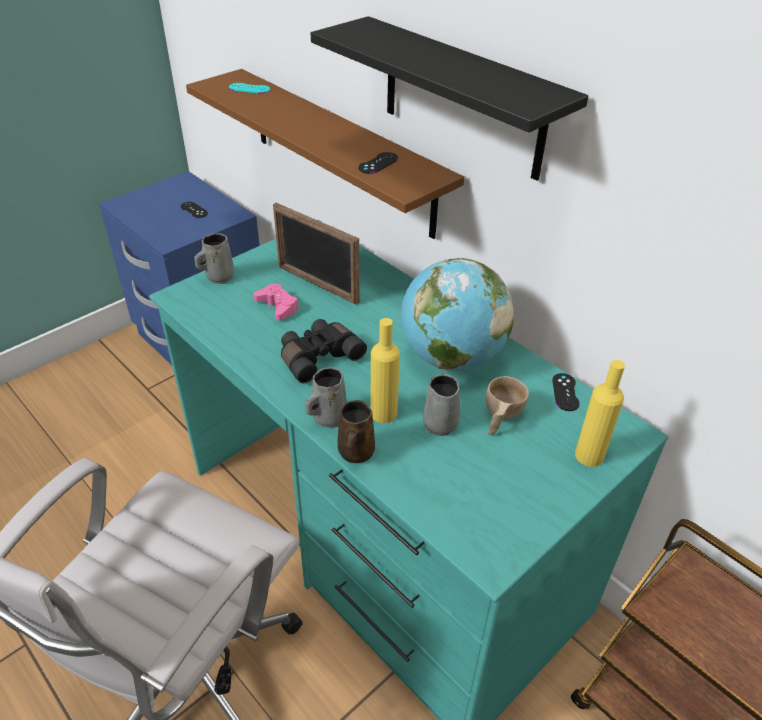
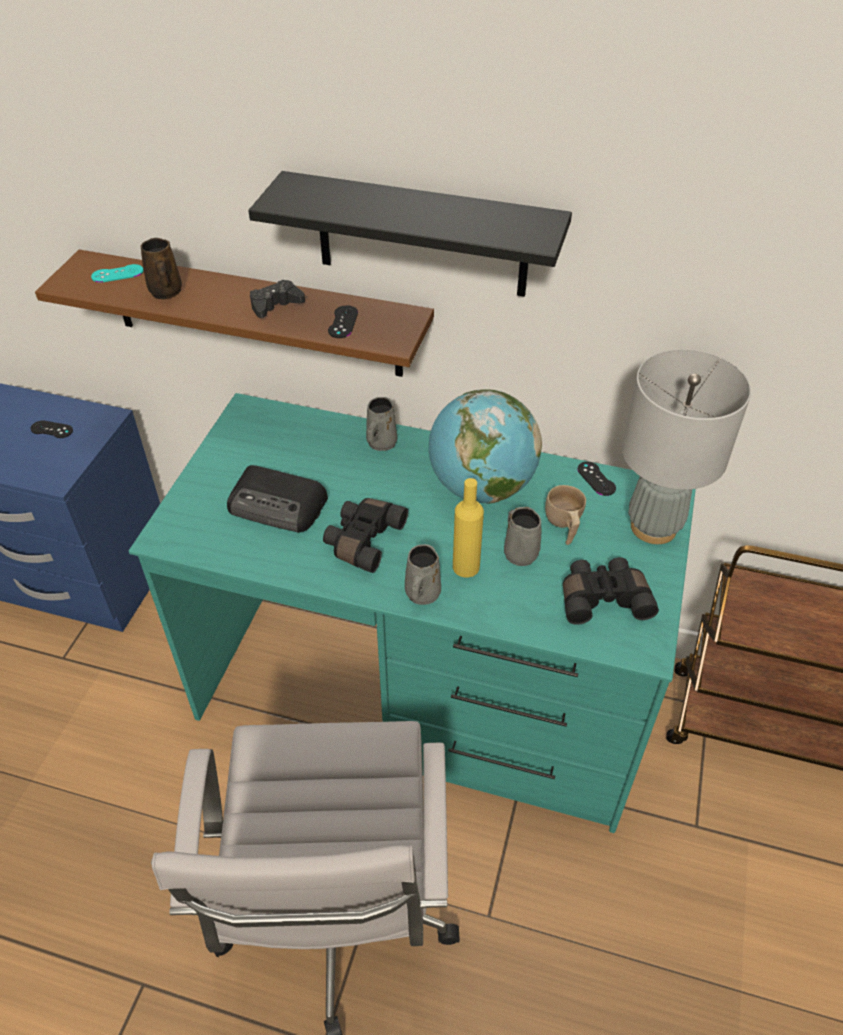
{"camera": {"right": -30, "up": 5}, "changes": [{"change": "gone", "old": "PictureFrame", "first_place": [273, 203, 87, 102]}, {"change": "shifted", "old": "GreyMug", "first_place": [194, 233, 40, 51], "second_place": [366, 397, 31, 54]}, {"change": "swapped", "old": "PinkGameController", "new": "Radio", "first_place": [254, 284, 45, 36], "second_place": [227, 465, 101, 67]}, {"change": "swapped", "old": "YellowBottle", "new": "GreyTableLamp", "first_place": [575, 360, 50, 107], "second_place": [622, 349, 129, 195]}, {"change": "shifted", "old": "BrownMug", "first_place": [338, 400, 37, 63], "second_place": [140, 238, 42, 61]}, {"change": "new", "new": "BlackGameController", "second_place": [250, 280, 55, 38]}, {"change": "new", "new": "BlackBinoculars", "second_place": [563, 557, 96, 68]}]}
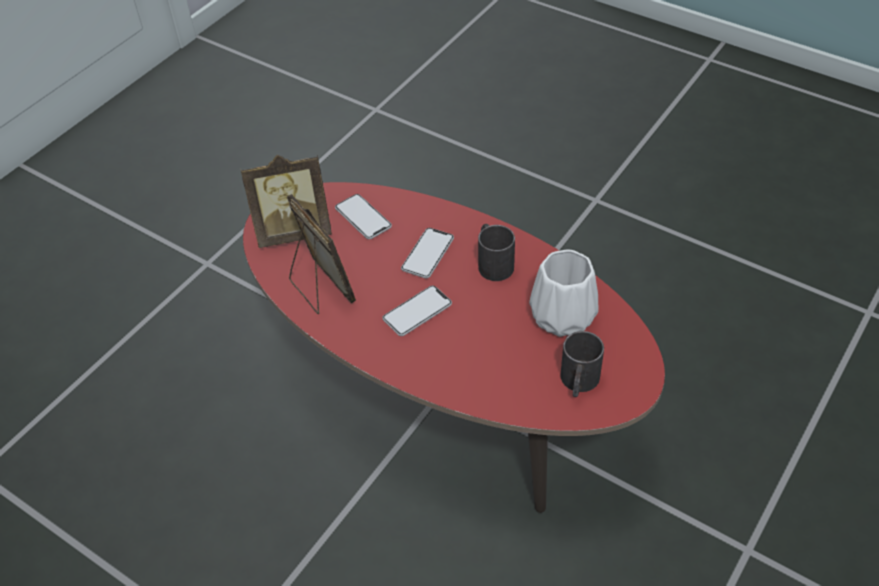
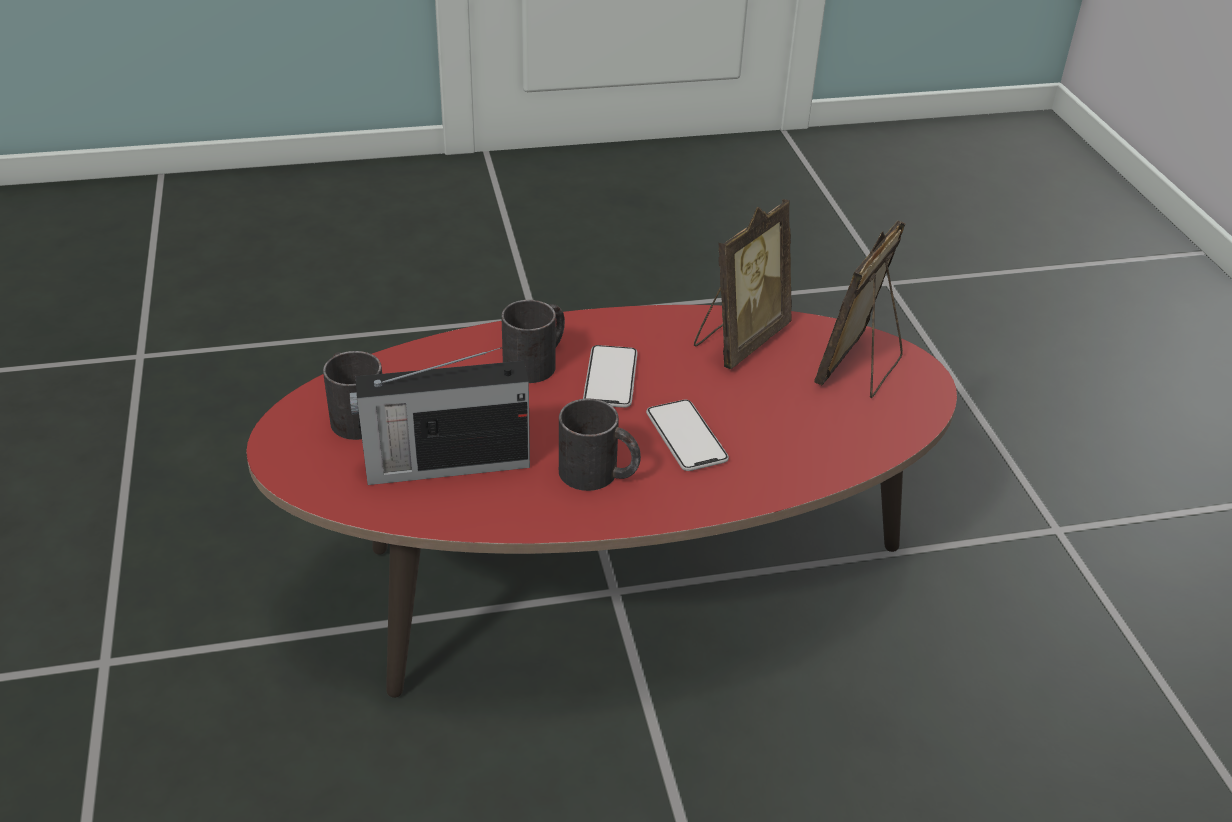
{"camera": {"right": 130, "up": -10}, "changes": [{"change": "rotated", "old": "PictureFrame", "first_place": [287, 194, 69, 120], "second_place": [694, 199, 98, 170], "degrees": -60}, {"change": "gone", "old": "Phone", "first_place": [335, 194, 57, 45]}, {"change": "swapped", "old": "WhiteVase", "new": "Radio", "first_place": [529, 250, 69, 87], "second_place": [350, 347, 180, 138]}, {"change": "new", "new": "BlackMug", "second_place": [501, 300, 64, 83]}]}
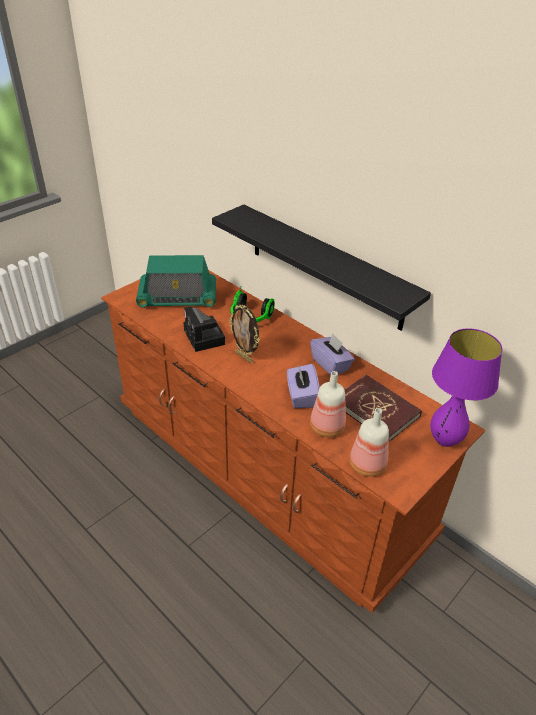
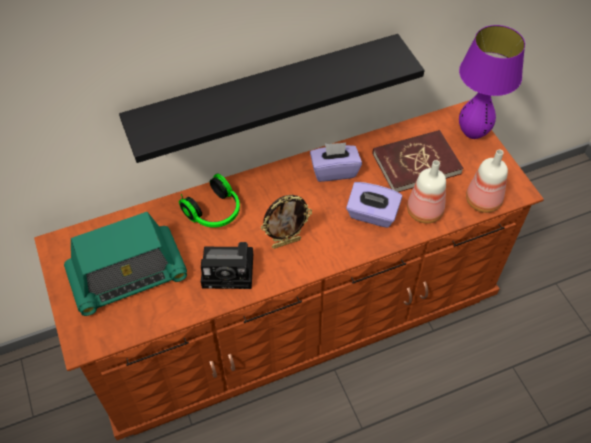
{"camera": {"right": -65, "up": 15}, "changes": [{"change": "rotated", "old": "Radio", "first_place": [136, 255, 80, 53], "second_place": [64, 212, 123, 104], "degrees": 45}]}
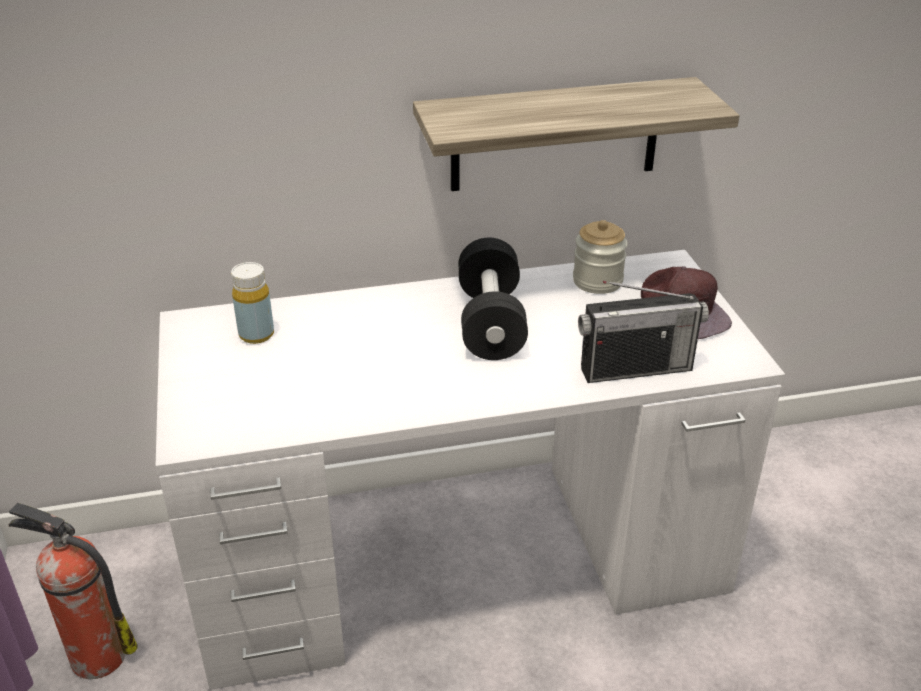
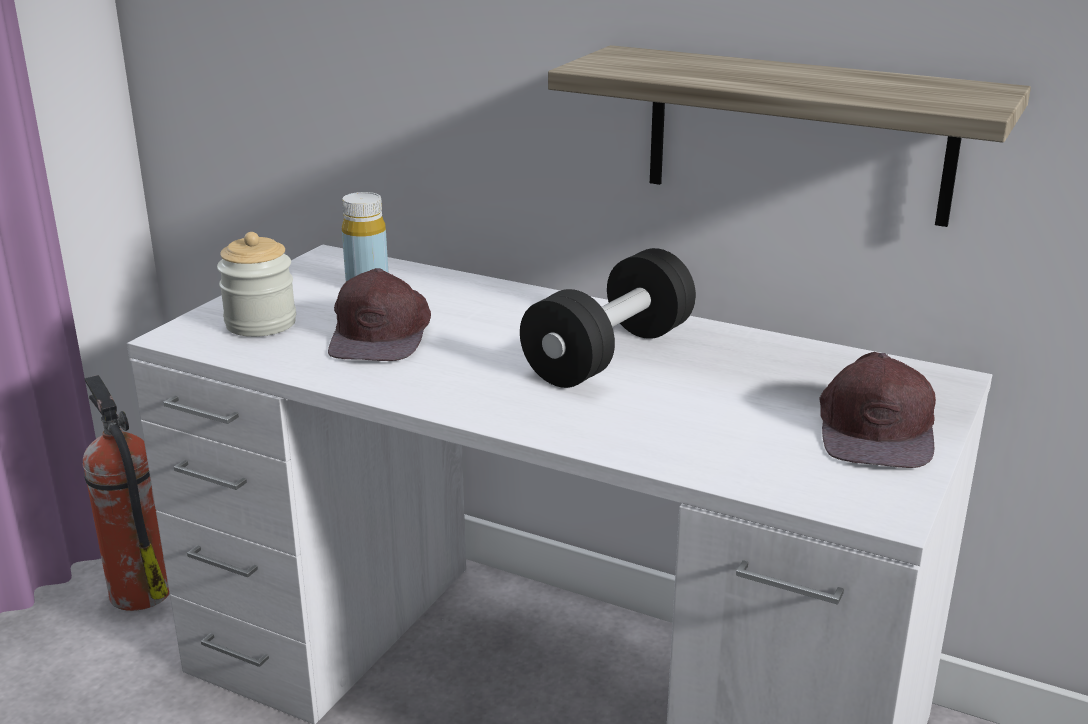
{"camera": {"right": 40, "up": -10}, "changes": [{"change": "shifted", "old": "Jar", "first_place": [573, 220, 55, 74], "second_place": [217, 232, 79, 105]}, {"change": "gone", "old": "Radio", "first_place": [578, 281, 131, 102]}, {"change": "new", "new": "BrownCap", "second_place": [328, 268, 103, 93]}]}
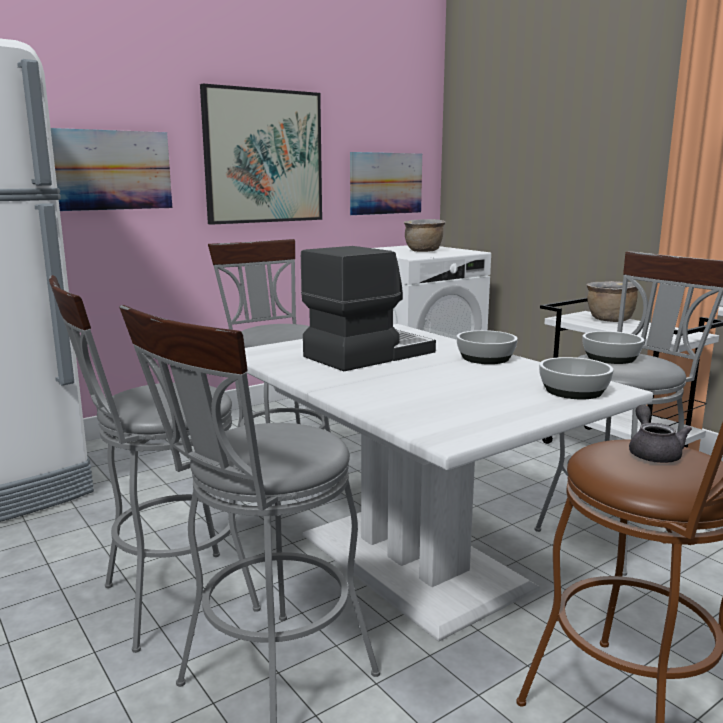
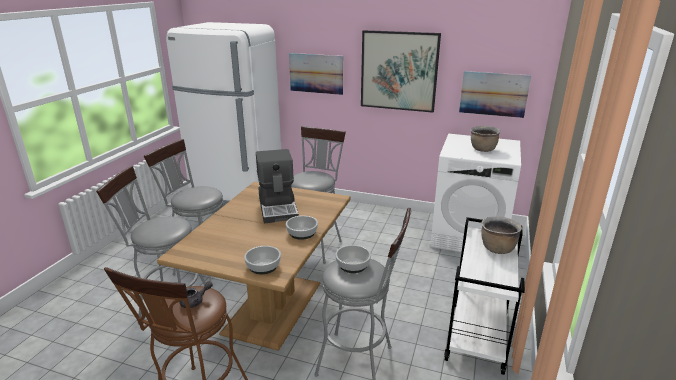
{"camera": {"right": 55, "up": 10}, "changes": [{"change": "rotated", "old": "CoffeeMachine", "first_place": [301, 246, 135, 125], "second_place": [256, 149, 43, 74], "degrees": 60}, {"change": "repainted", "old": "WhiteDiningTable", "new": "BrownDiningTable", "first_place": [245, 324, 408, 317], "second_place": [157, 182, 194, 169]}]}
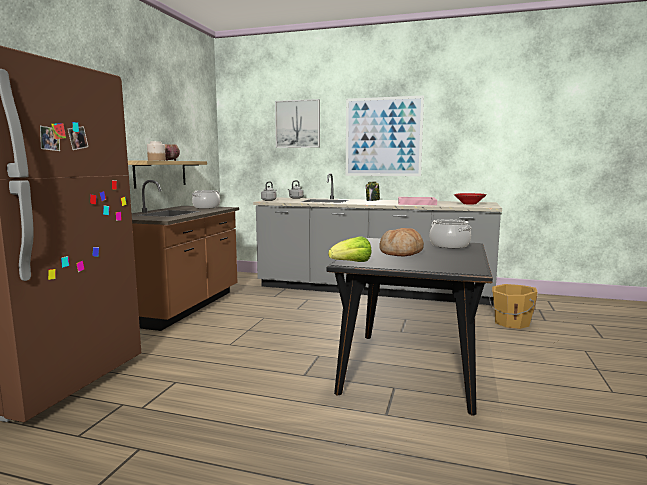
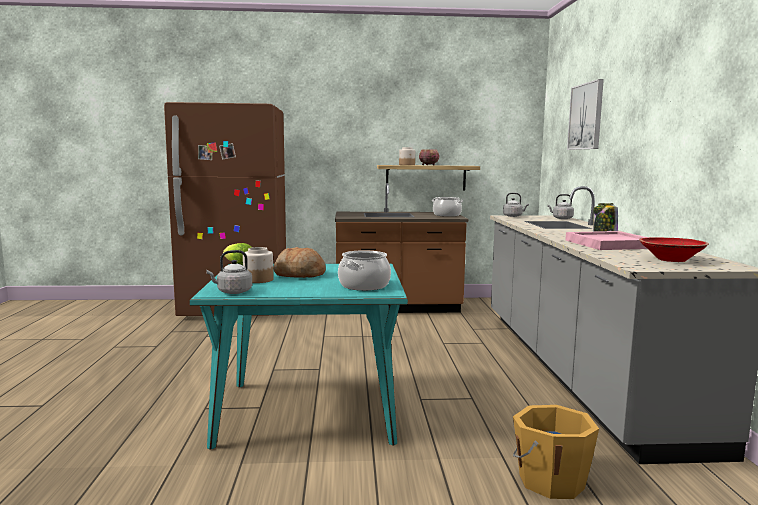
{"camera": {"right": 70, "up": 0}, "changes": [{"change": "gone", "old": "Picture", "first_place": [346, 95, 78, 81]}, {"change": "repainted", "old": "BlackDiningTable", "new": "TurquoiseDiningTable", "first_place": [327, 238, 166, 178], "second_place": [190, 264, 218, 186]}, {"change": "new", "new": "Jar", "second_place": [243, 247, 31, 36]}, {"change": "new", "new": "GreyKettle", "second_place": [206, 250, 46, 44]}]}
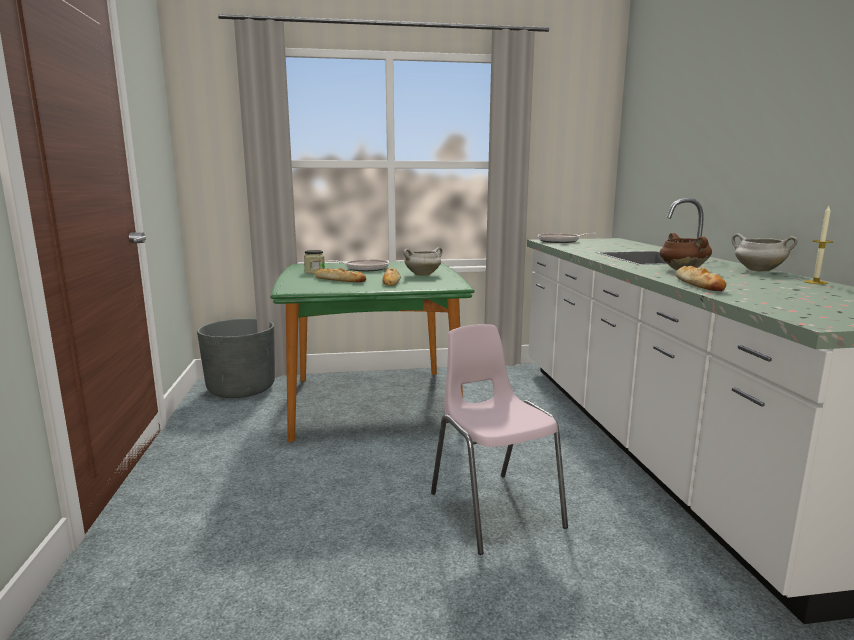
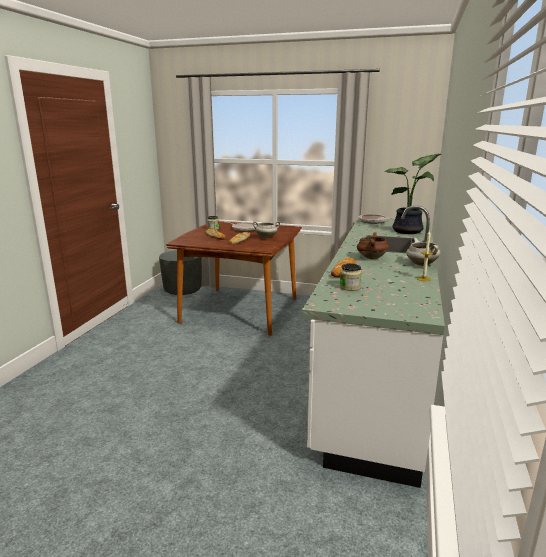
{"camera": {"right": 25, "up": 5}, "changes": [{"change": "repainted", "old": "GreenDiningTable", "new": "BrownDiningTable", "first_place": [270, 262, 205, 180], "second_place": [166, 221, 136, 115]}, {"change": "gone", "old": "PinkChair", "first_place": [431, 324, 137, 231]}, {"change": "new", "new": "PottedPlant", "second_place": [385, 153, 56, 81]}, {"change": "new", "new": "Jar", "second_place": [339, 263, 23, 28]}]}
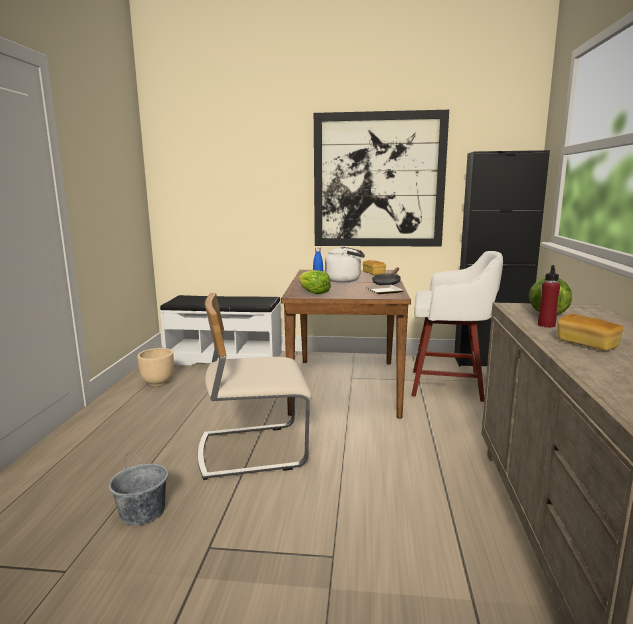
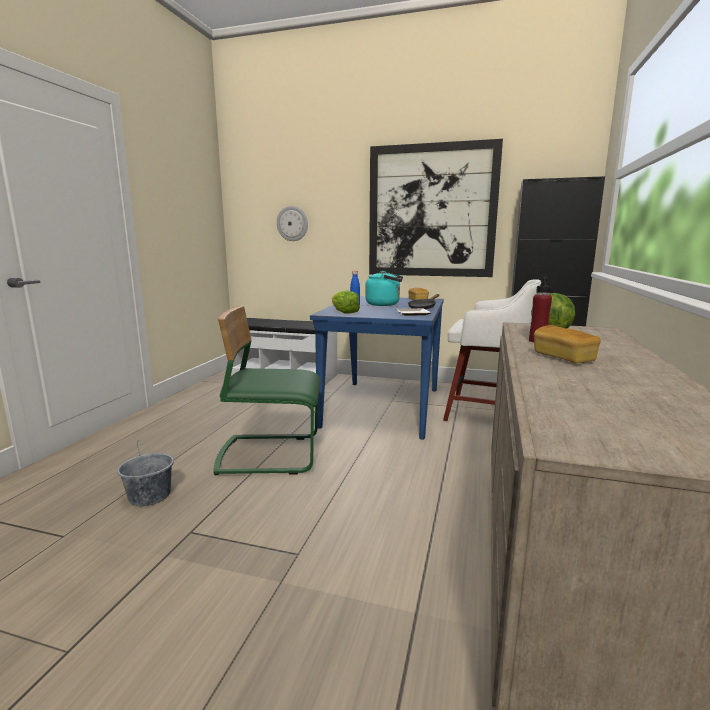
{"camera": {"right": 10, "up": 0}, "changes": [{"change": "repainted", "old": "WhiteKettle", "new": "TurquoiseKettle", "first_place": [325, 246, 40, 37], "second_place": [365, 271, 38, 35]}, {"change": "repainted", "old": "BrownDiningTable", "new": "BlueDiningTable", "first_place": [281, 270, 130, 149], "second_place": [310, 296, 134, 144]}, {"change": "repainted", "old": "BeigeChair", "new": "GreenChair", "first_place": [198, 293, 114, 187], "second_place": [213, 305, 108, 170]}, {"change": "gone", "old": "BeigePlanter", "first_place": [137, 348, 37, 38]}, {"change": "new", "new": "WallClock", "second_place": [277, 206, 31, 35]}]}
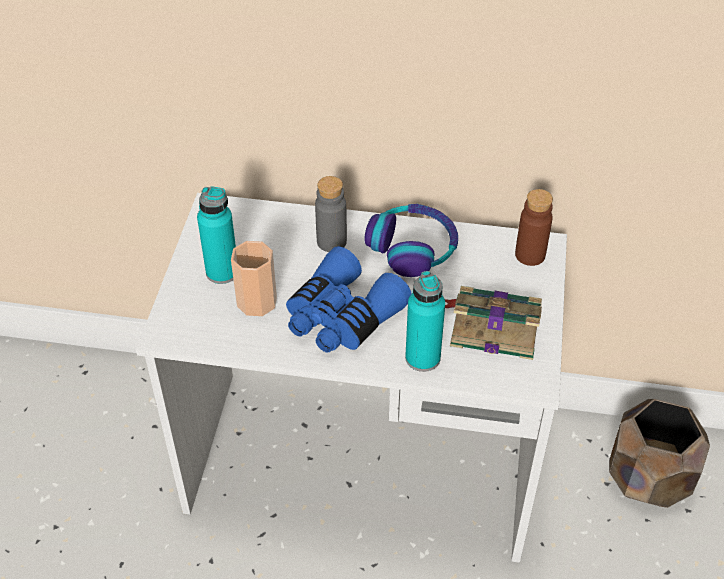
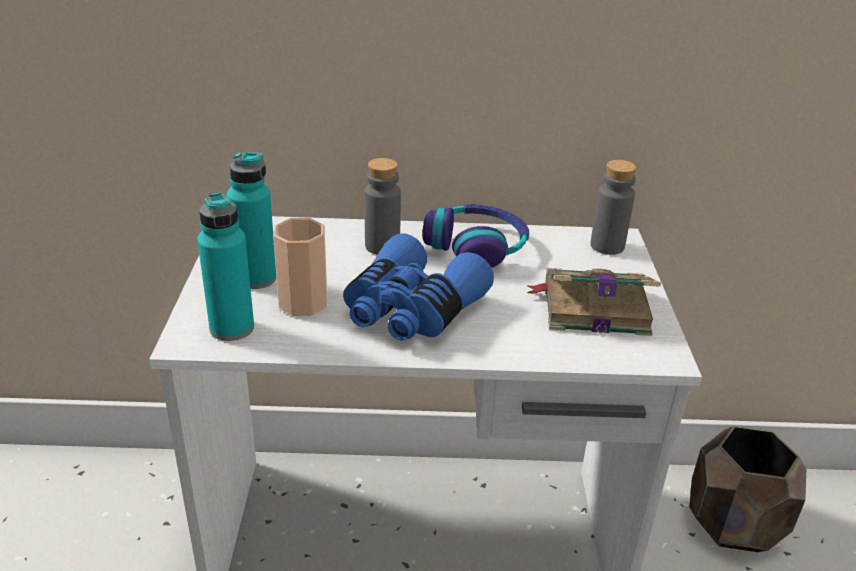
{"camera": {"right": -10, "up": -15}, "changes": [{"change": "repainted", "old": "BrownBottle", "new": "GreyBottle", "first_place": [515, 189, 38, 77], "second_place": [590, 160, 46, 95]}, {"change": "shifted", "old": "TurquoiseBottle", "first_place": [405, 271, 40, 101], "second_place": [197, 192, 57, 149]}]}
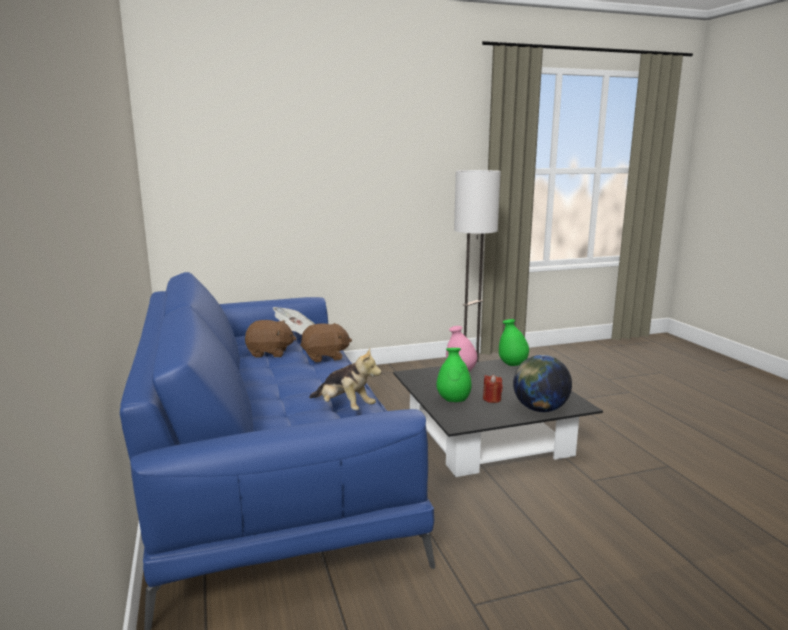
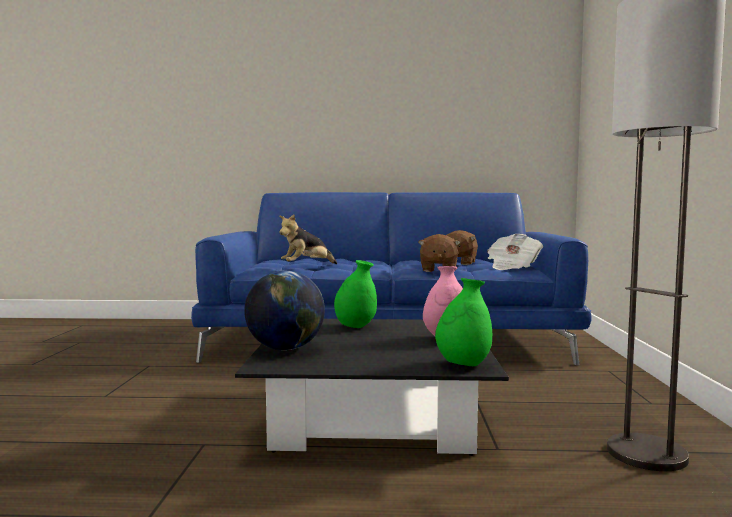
{"camera": {"right": 110, "up": -10}, "changes": [{"change": "gone", "old": "RedCandle", "first_place": [483, 375, 20, 28]}]}
